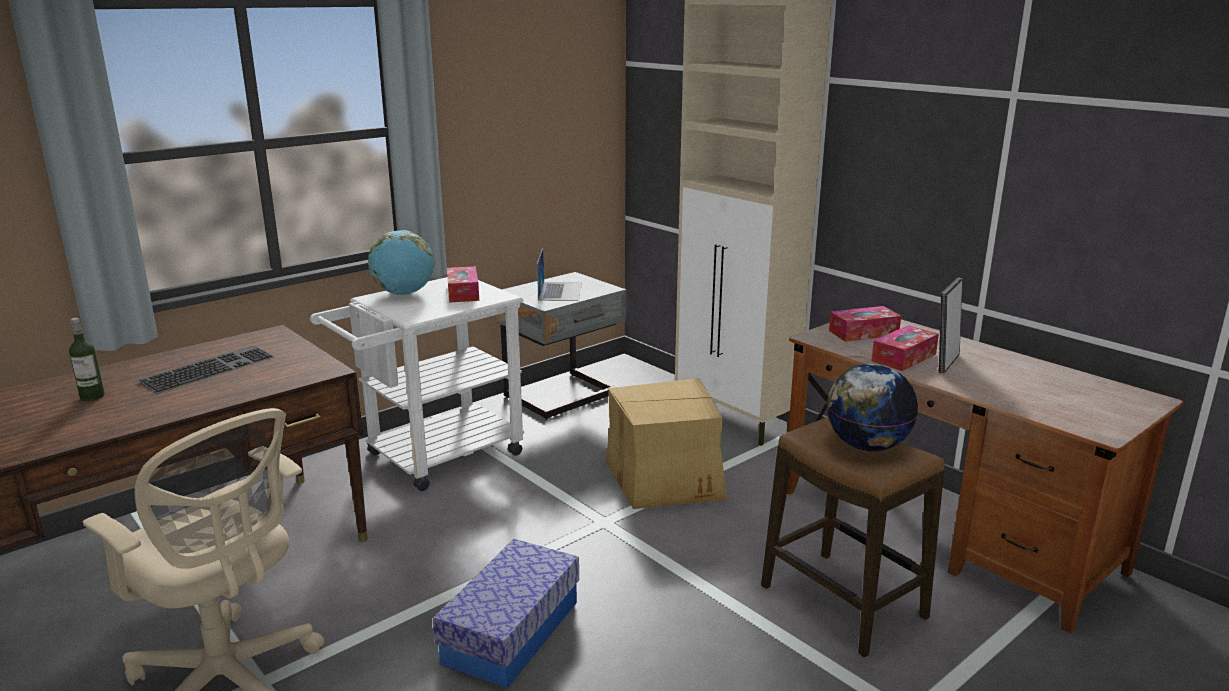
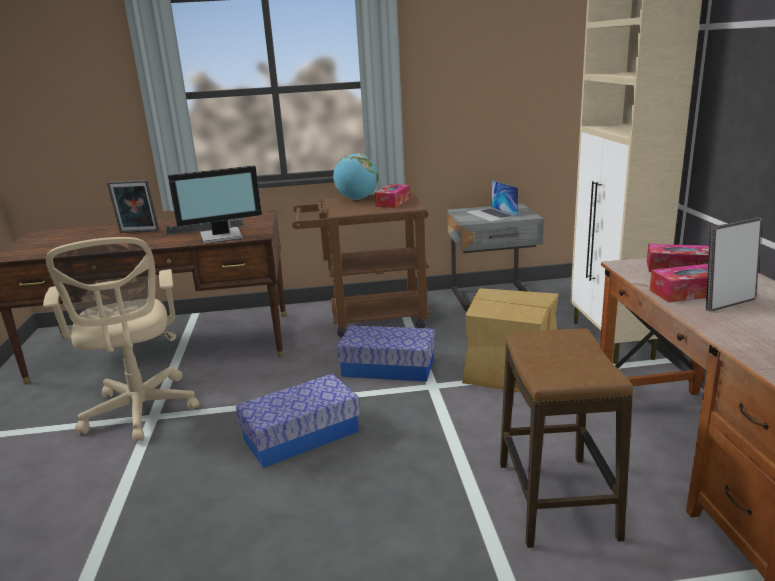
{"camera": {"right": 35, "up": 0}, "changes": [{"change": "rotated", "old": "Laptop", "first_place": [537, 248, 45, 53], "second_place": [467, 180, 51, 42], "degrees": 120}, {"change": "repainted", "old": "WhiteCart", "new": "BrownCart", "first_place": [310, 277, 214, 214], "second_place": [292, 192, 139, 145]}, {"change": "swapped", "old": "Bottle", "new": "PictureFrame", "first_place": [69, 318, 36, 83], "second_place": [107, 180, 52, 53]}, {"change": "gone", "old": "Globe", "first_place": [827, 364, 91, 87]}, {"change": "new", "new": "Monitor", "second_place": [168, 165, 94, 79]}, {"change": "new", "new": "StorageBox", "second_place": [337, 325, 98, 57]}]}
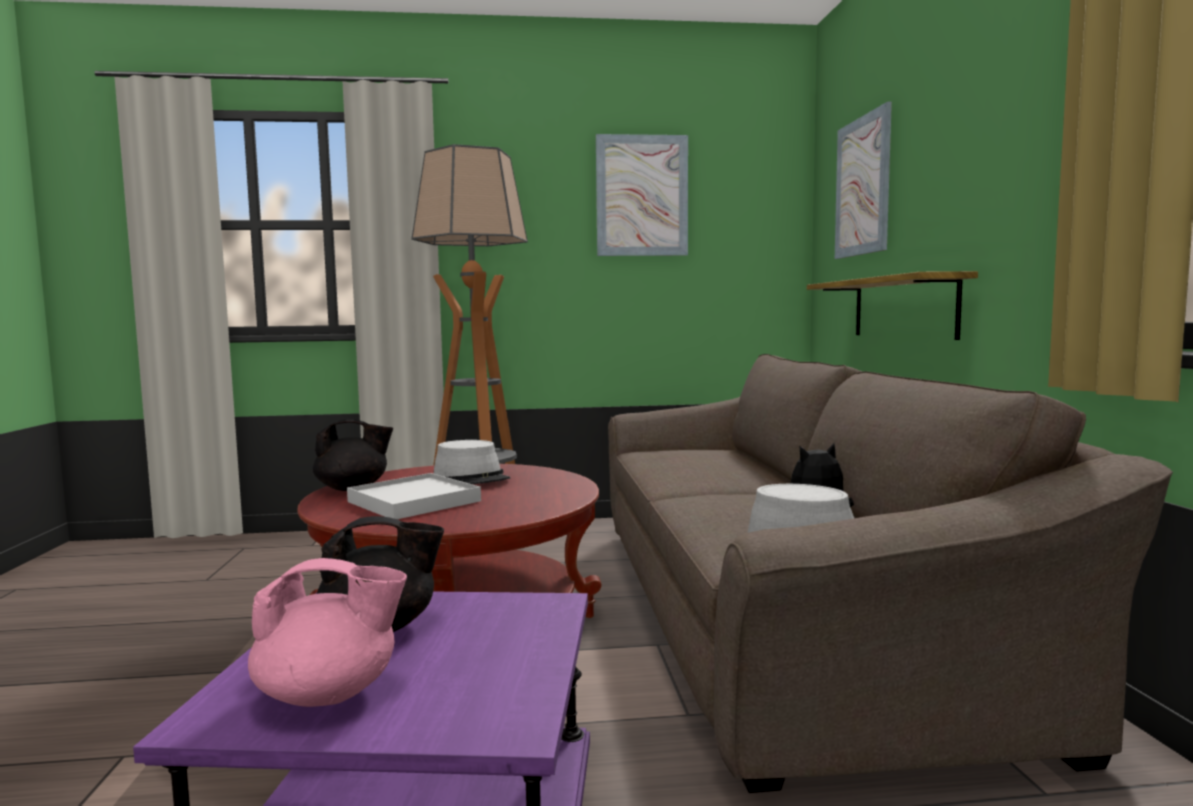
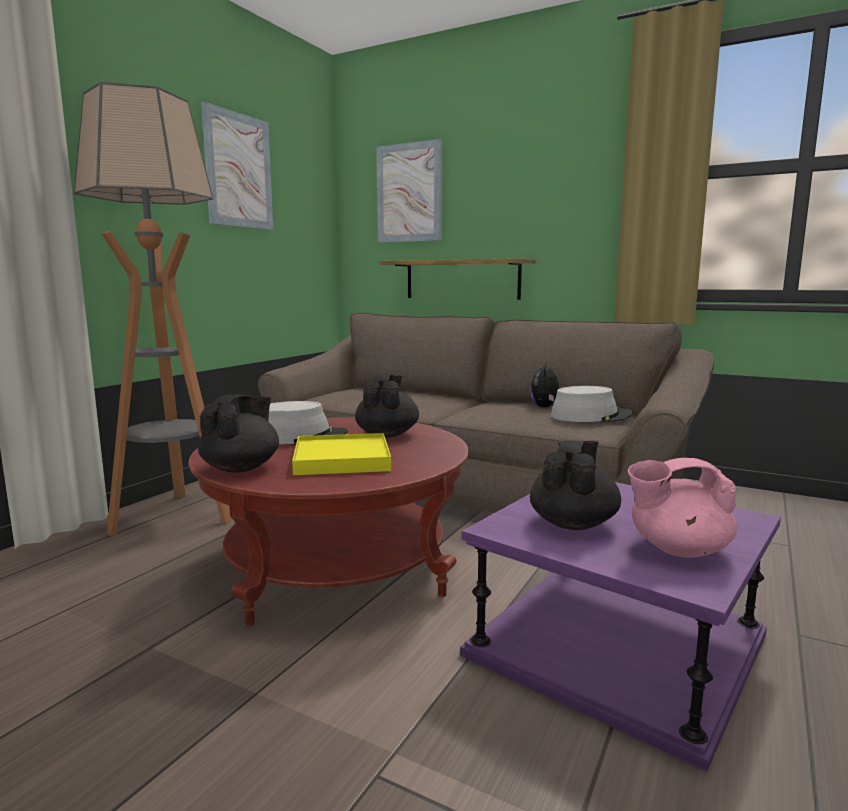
{"camera": {"right": -55, "up": 5}, "changes": [{"change": "repainted", "old": "WhiteTray", "new": "YellowTray", "first_place": [347, 473, 134, 46], "second_place": [292, 433, 99, 42]}, {"change": "rotated", "old": "PinkTeapot", "first_place": [248, 558, 159, 149], "second_place": [628, 458, 109, 100], "degrees": -120}, {"change": "new", "new": "BlackTeapot", "second_place": [355, 374, 64, 64]}]}
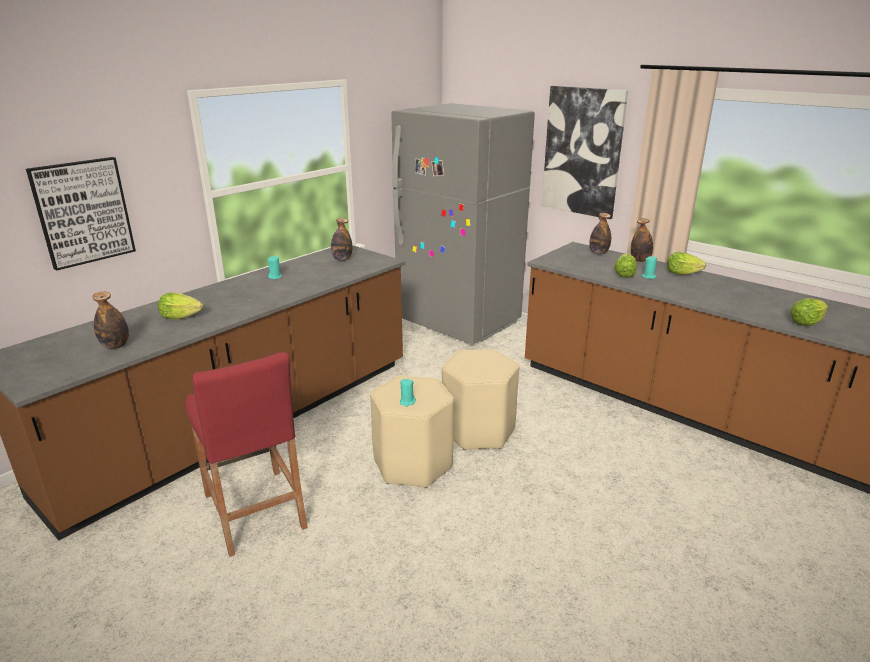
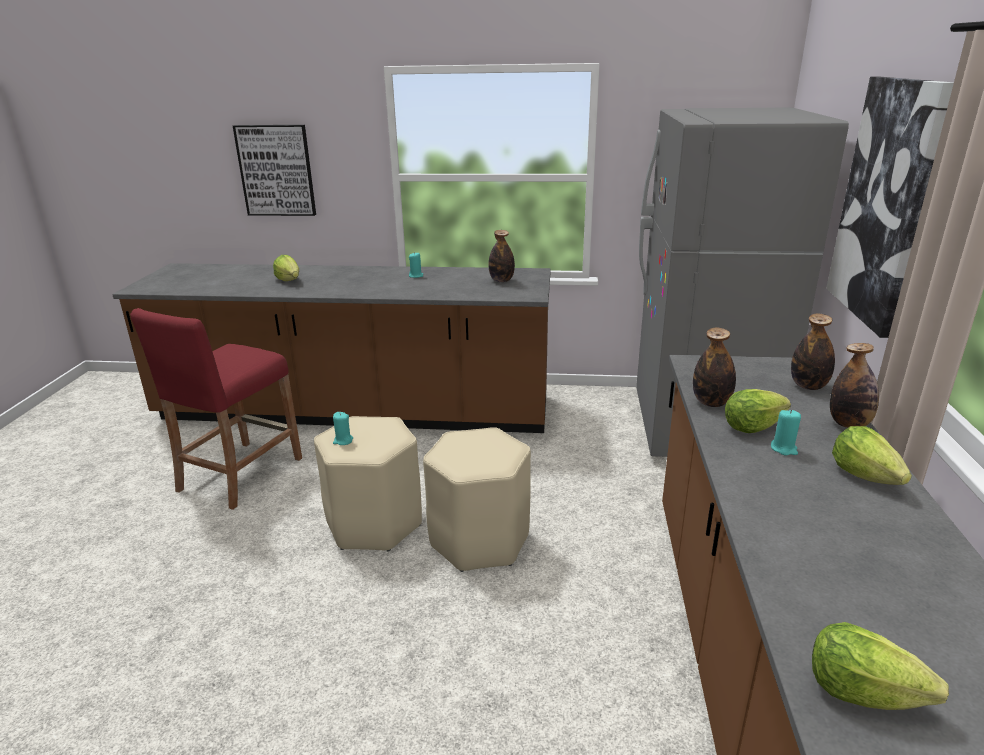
{"camera": {"right": 55, "up": 0}, "changes": [{"change": "shifted", "old": "Bottle", "first_place": [93, 292, 36, 57], "second_place": [693, 328, 43, 79]}]}
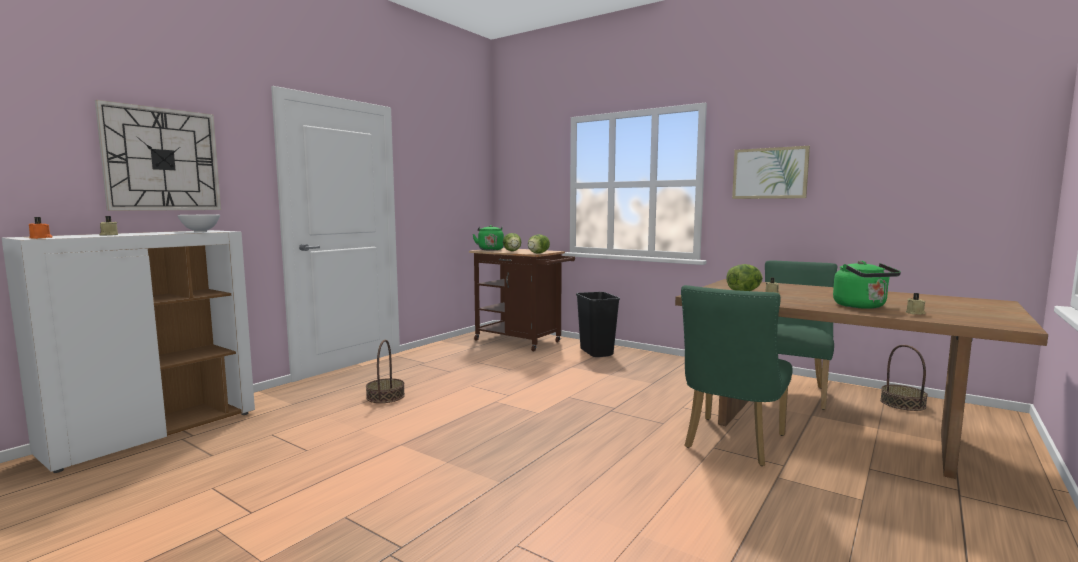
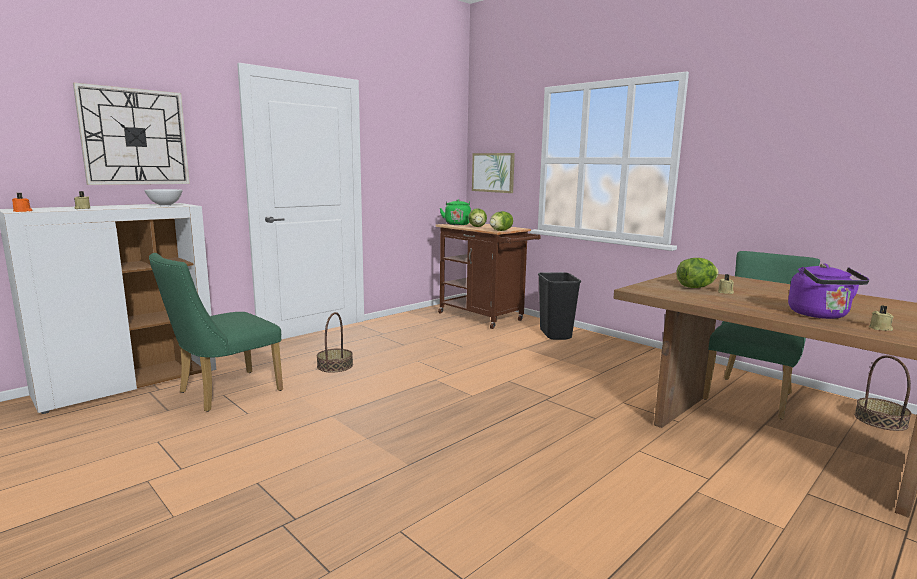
{"camera": {"right": 10, "up": 5}, "changes": [{"change": "shifted", "old": "Picture", "first_place": [732, 146, 78, 53], "second_place": [472, 153, 43, 40]}, {"change": "repainted", "old": "GreenKettle", "new": "PurpleKettle", "first_place": [833, 261, 68, 48], "second_place": [788, 263, 81, 56]}, {"change": "shifted", "old": "GreenChair", "first_place": [681, 285, 112, 181], "second_place": [149, 253, 134, 159]}]}
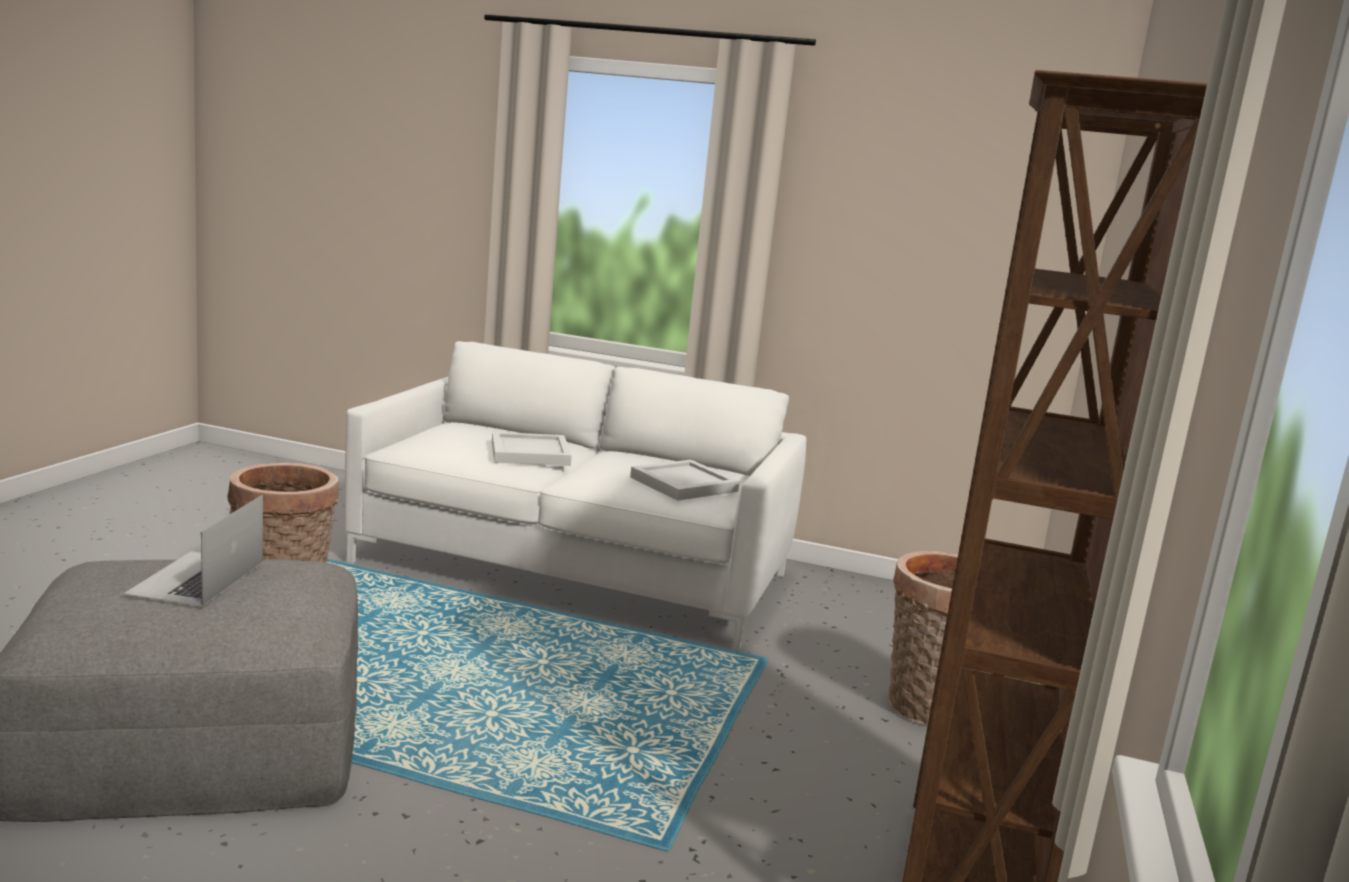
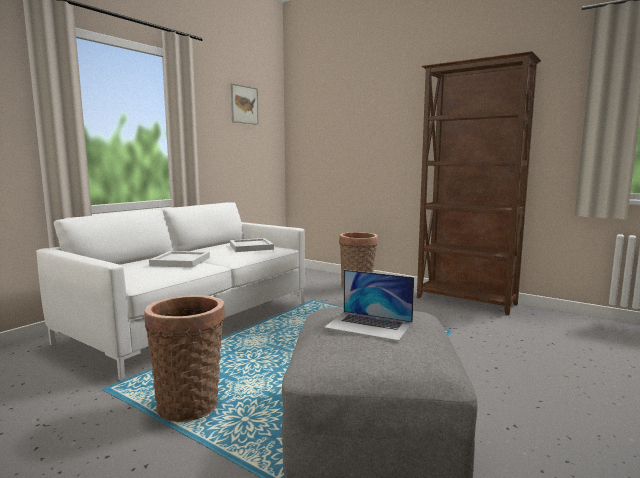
{"camera": {"right": -70, "up": -5}, "changes": [{"change": "new", "new": "Picture", "second_place": [231, 83, 28, 42]}]}
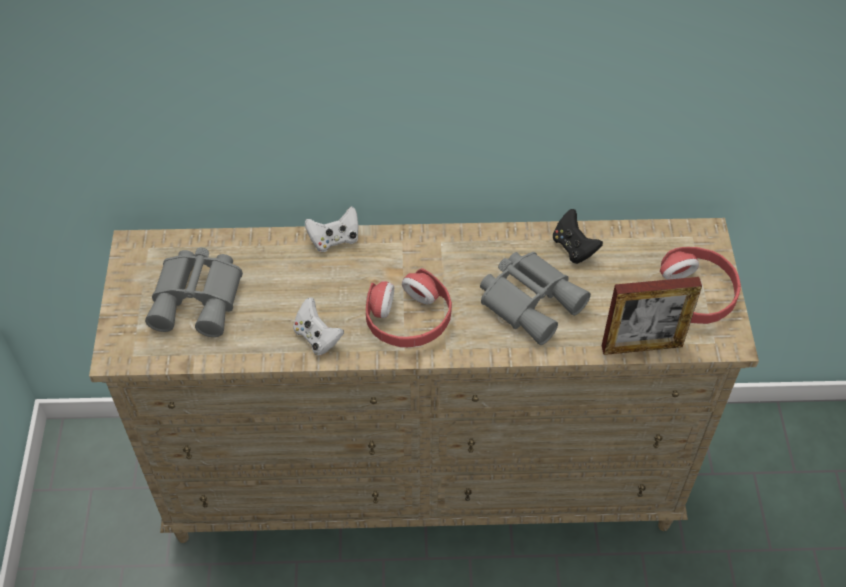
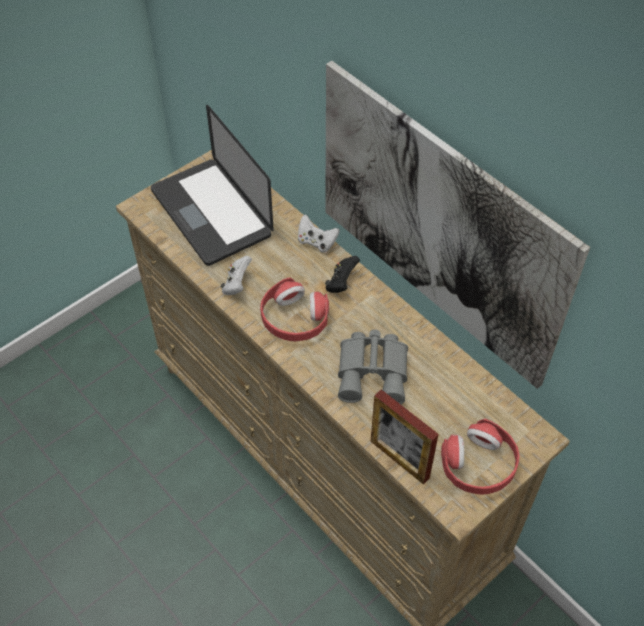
{"camera": {"right": 50, "up": 0}, "changes": [{"change": "shifted", "old": "BlackGameController", "first_place": [553, 209, 50, 55], "second_place": [325, 256, 35, 37]}, {"change": "swapped", "old": "GreyBinoculars", "new": "Laptop", "first_place": [145, 247, 98, 90], "second_place": [151, 105, 123, 161]}, {"change": "new", "new": "Picture", "second_place": [325, 61, 265, 328]}]}
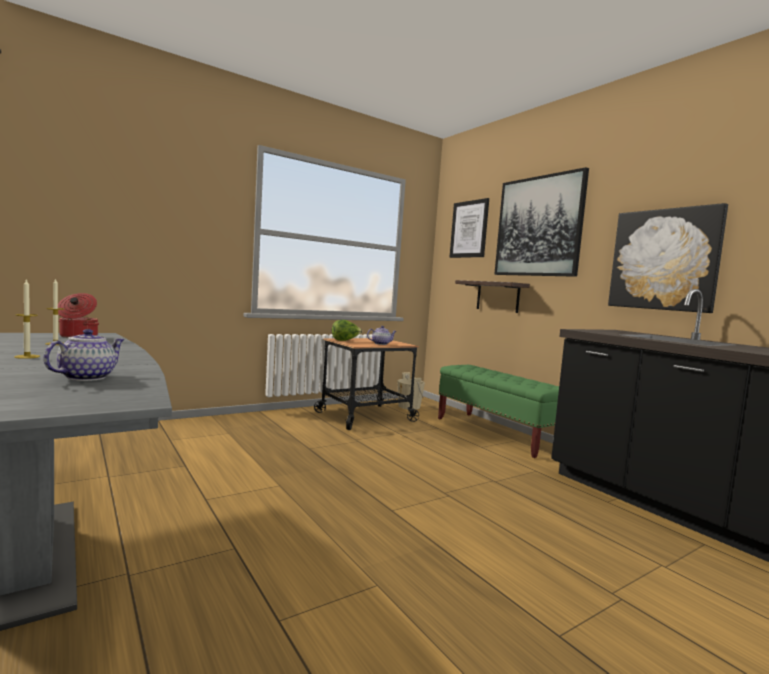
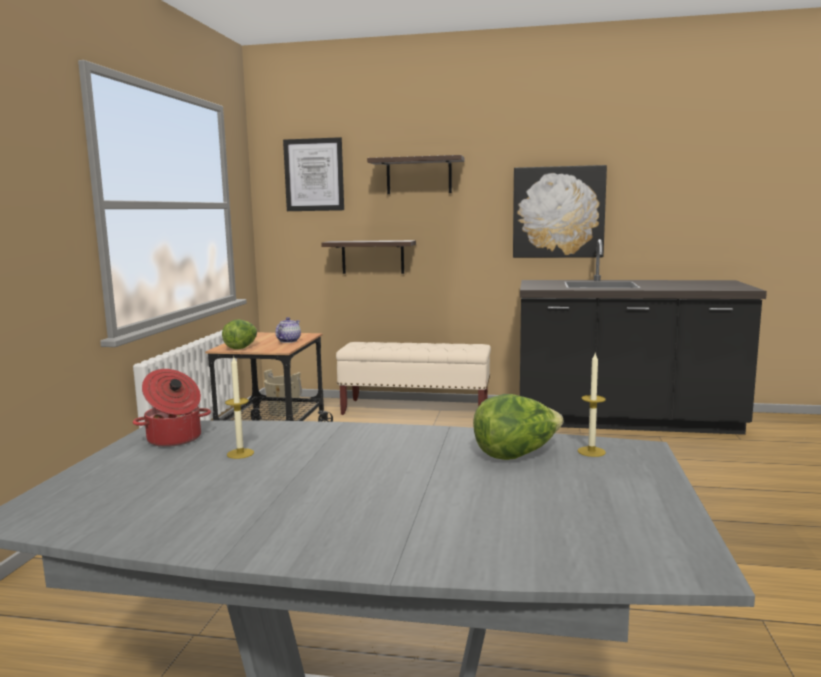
{"camera": {"right": -45, "up": 5}, "changes": [{"change": "swapped", "old": "Picture", "new": "Shelf", "first_place": [494, 167, 95, 110], "second_place": [367, 155, 97, 39]}, {"change": "shifted", "old": "Candle", "first_place": [14, 279, 26, 80], "second_place": [578, 353, 28, 104]}, {"change": "swapped", "old": "Teapot", "new": "Lettuce", "first_place": [43, 329, 82, 52], "second_place": [473, 394, 91, 66]}, {"change": "repainted", "old": "GreenBench", "new": "BeigeBench", "first_place": [438, 365, 121, 93], "second_place": [336, 342, 155, 73]}]}
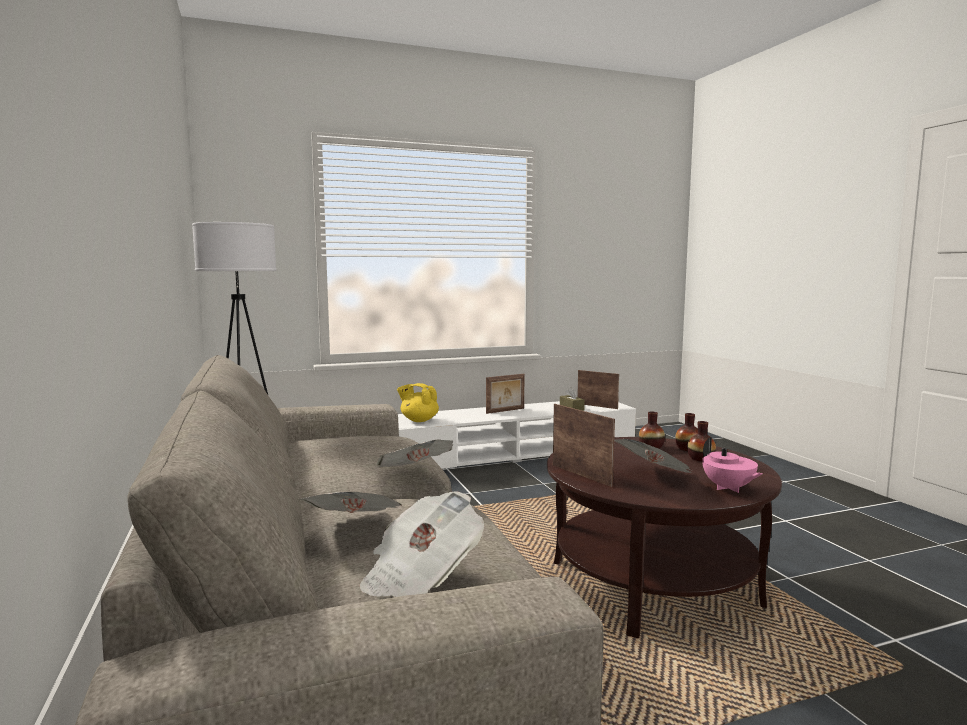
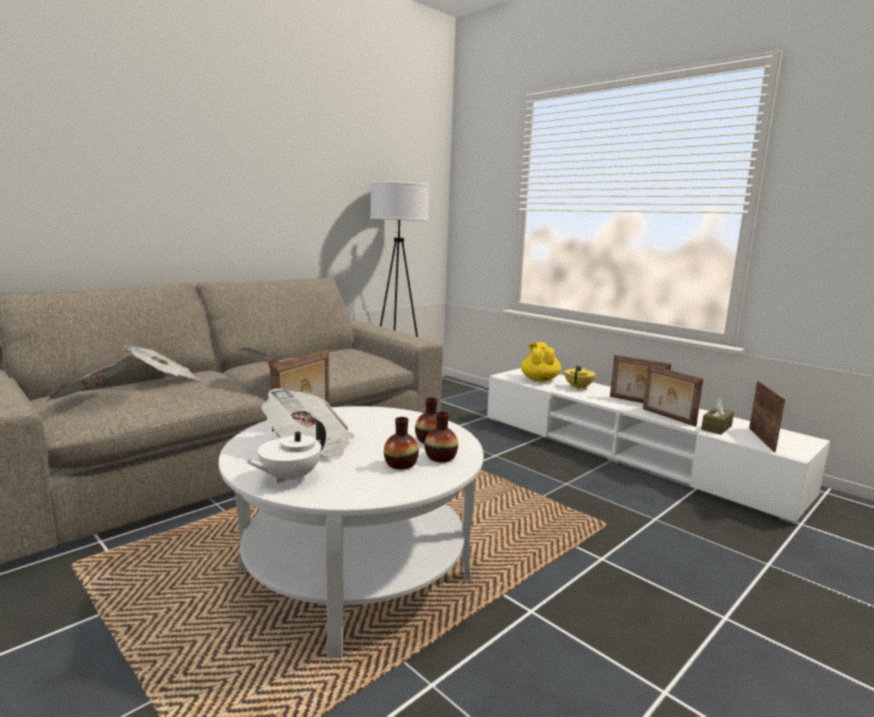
{"camera": {"right": 65, "up": 5}, "changes": [{"change": "repainted", "old": "BrownCoffeeTable", "new": "WhiteCoffeeTable", "first_place": [547, 437, 235, 201], "second_place": [219, 406, 265, 252]}, {"change": "repainted", "old": "PinkTeapot", "new": "WhiteTeapot", "first_place": [702, 437, 60, 56], "second_place": [245, 420, 81, 63]}, {"change": "new", "new": "YellowTeapot", "second_place": [565, 365, 31, 25]}, {"change": "new", "new": "PictureFrame", "second_place": [643, 365, 60, 62]}]}
